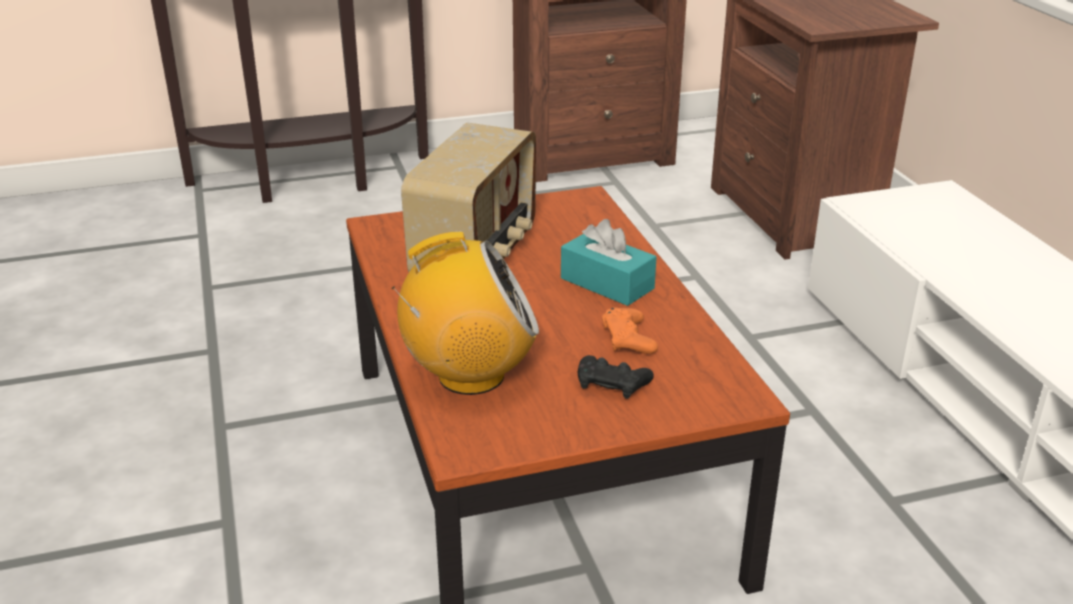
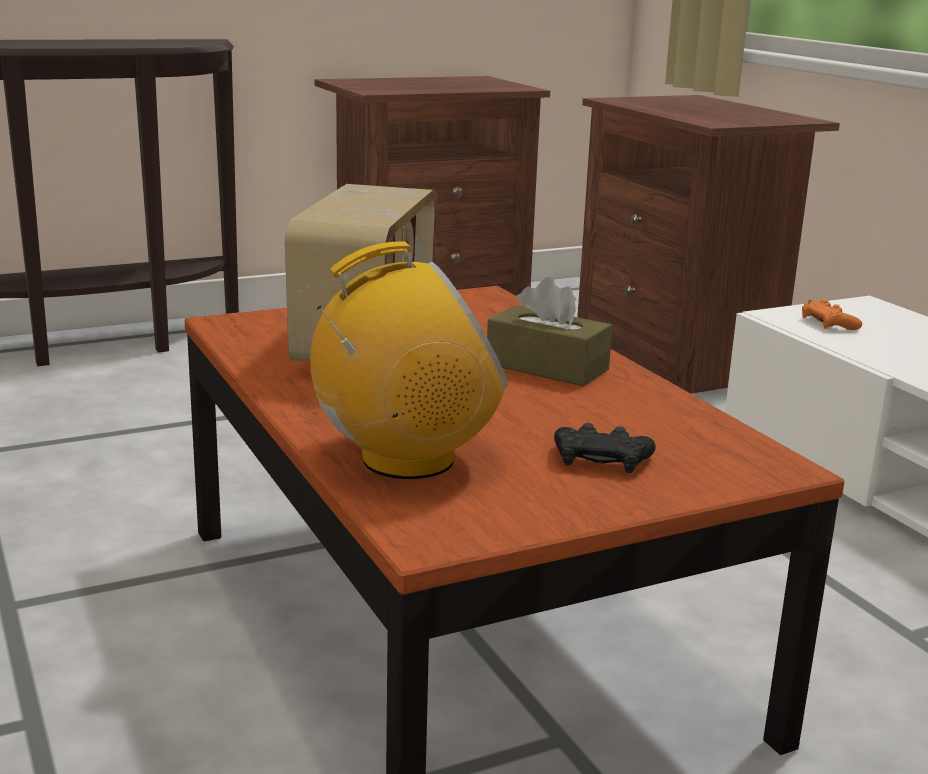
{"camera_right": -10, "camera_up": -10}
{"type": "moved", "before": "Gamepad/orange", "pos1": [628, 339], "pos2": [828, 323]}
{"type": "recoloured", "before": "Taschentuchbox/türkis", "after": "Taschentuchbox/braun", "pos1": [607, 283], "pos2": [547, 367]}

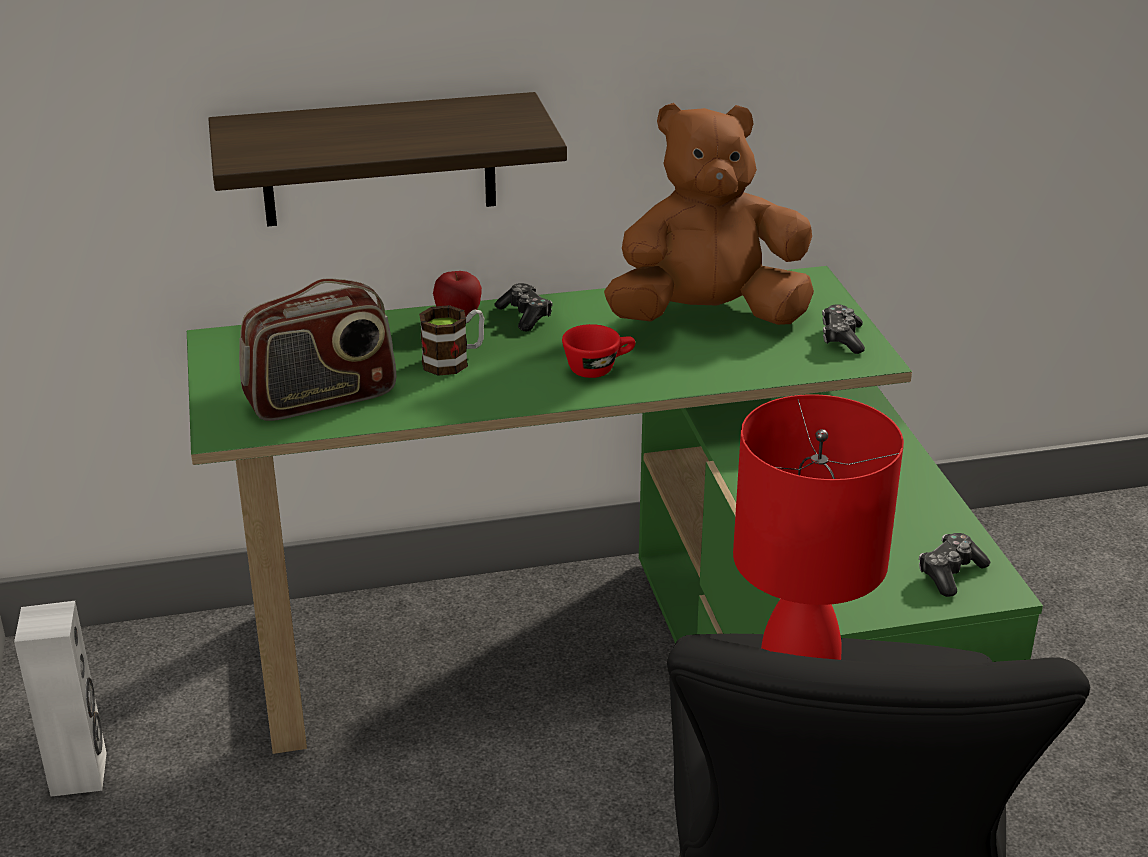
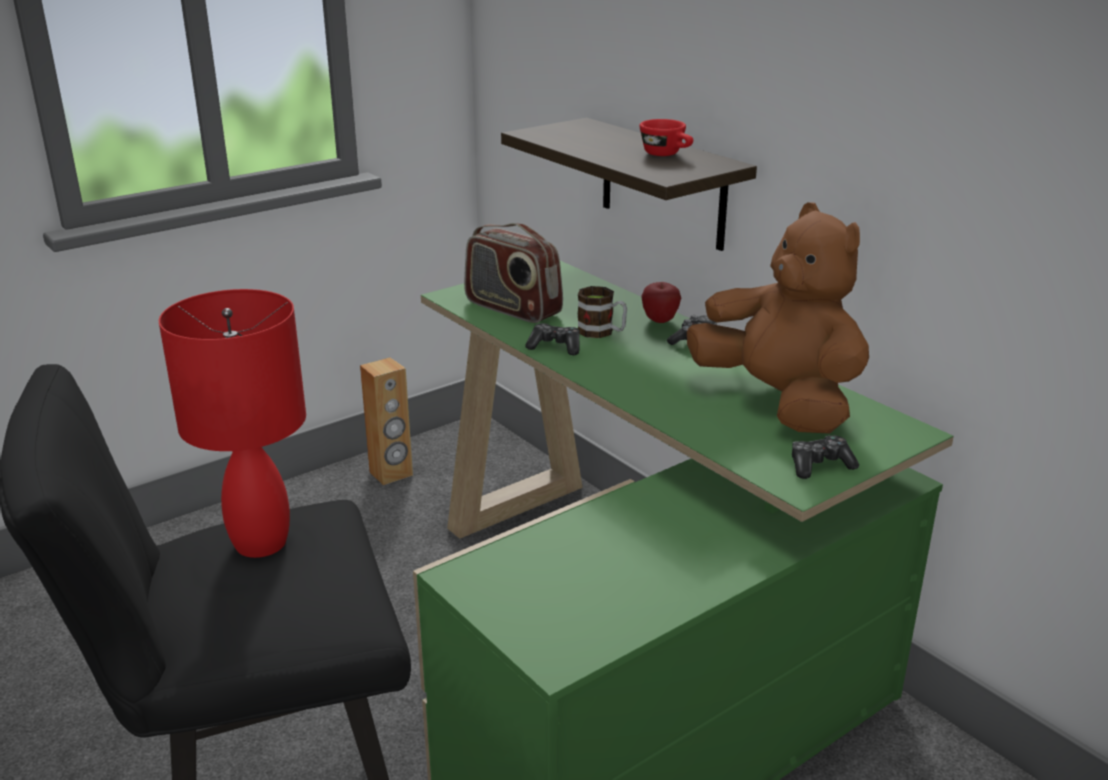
{"camera_right": 65, "camera_up": -5}
{"type": "moved", "before": "Tasse/rot", "pos1": [598, 368], "pos2": [667, 154]}
{"type": "moved", "before": "Gamepad", "pos1": [950, 573], "pos2": [555, 347]}
{"type": "recoloured", "before": "Lautsprecher/weiß", "after": "Lautsprecher/braun", "pos1": [80, 774], "pos2": [391, 474]}

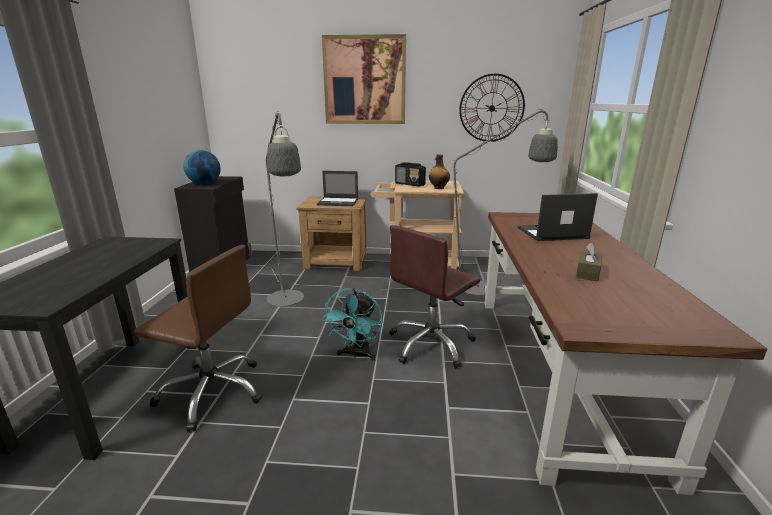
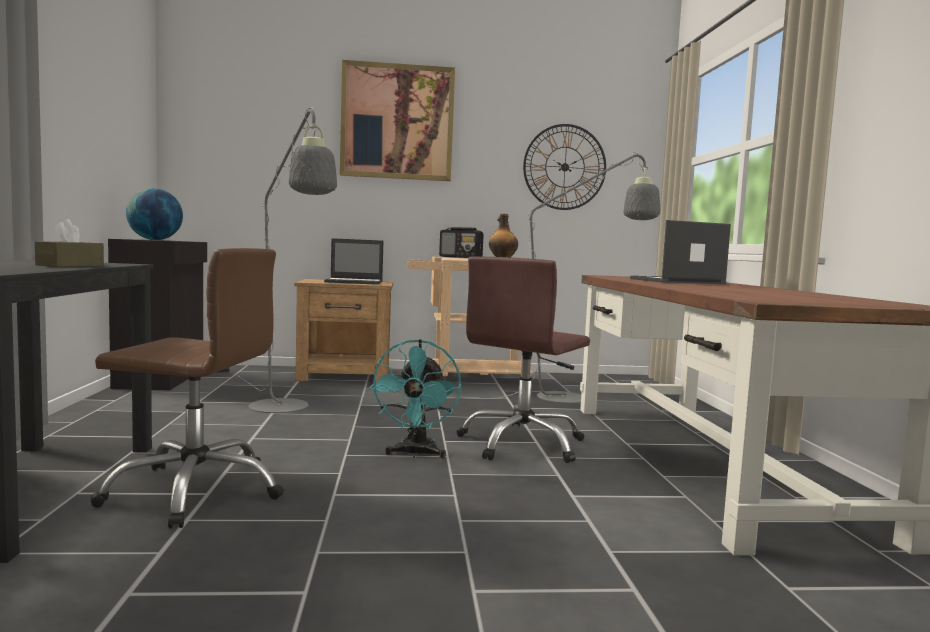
{"camera_right": -10, "camera_up": -15}
{"type": "moved", "before": "Taschentuchbox/braun", "pos1": [587, 273], "pos2": [70, 265]}

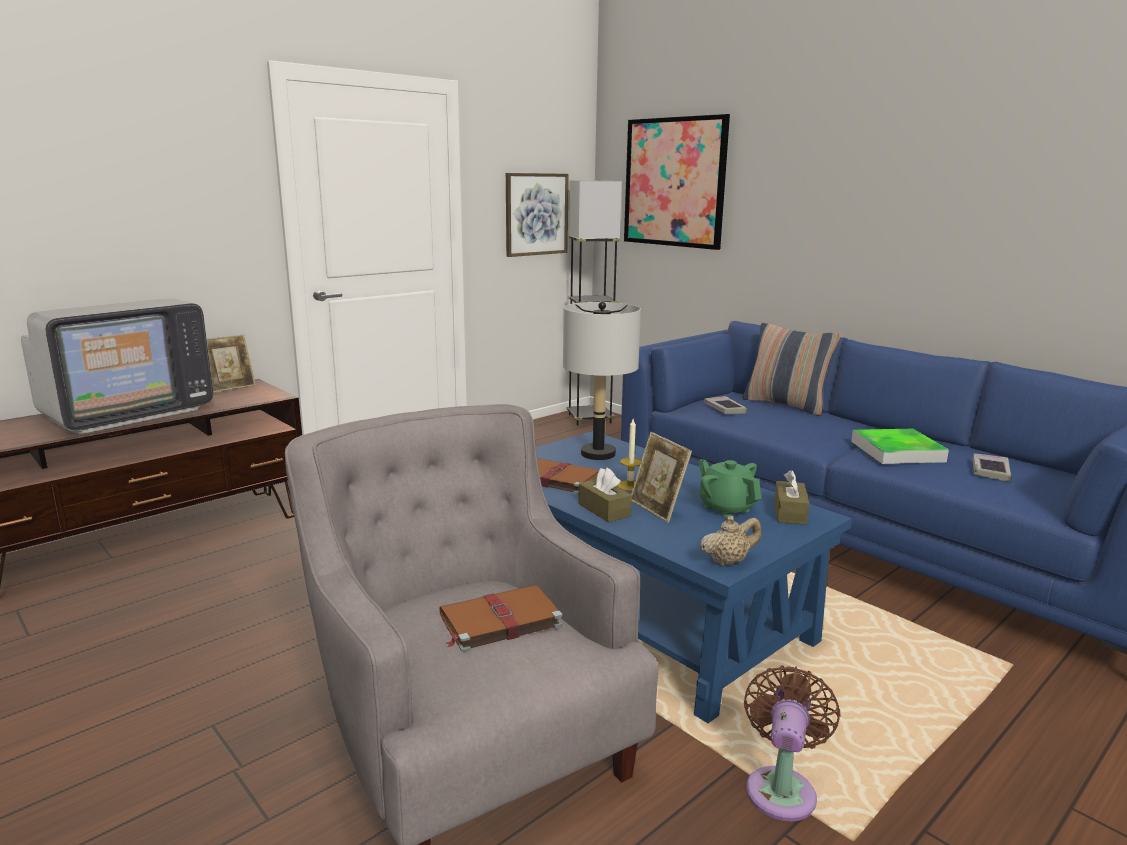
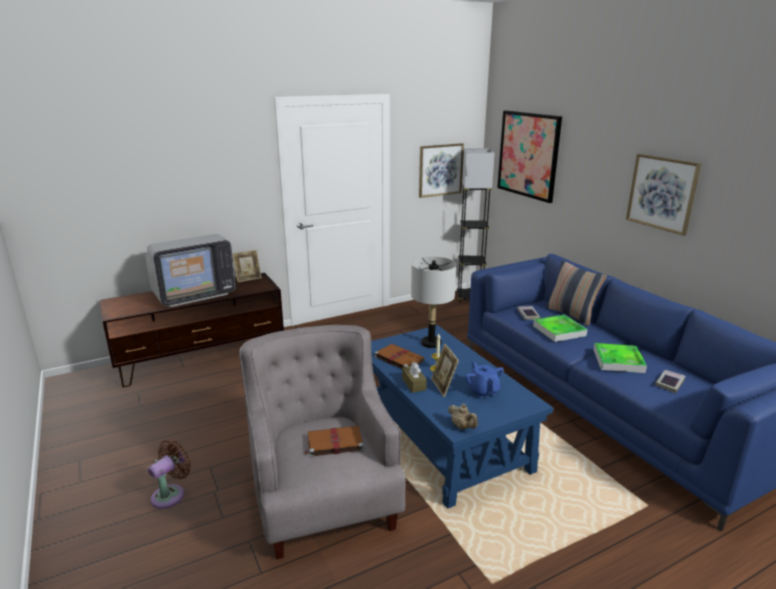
{"camera_right": 15, "camera_up": 5}
{"type": "removed", "before": "Taschentuchbox/braun", "pos1": [789, 512]}
{"type": "added", "after": "Tablett", "pos2": [559, 331]}
{"type": "added", "after": "Bild", "pos2": [662, 193]}
{"type": "moved", "before": "Ventilator/braun", "pos1": [781, 788], "pos2": [171, 494]}
{"type": "recoloured", "before": "Teekanne/grün", "after": "Teekanne/blau", "pos1": [726, 508], "pos2": [483, 391]}
{"type": "turned", "before": "Teekanne/beige", "pos1": [728, 561], "pos2": [462, 427], "turn": 60}

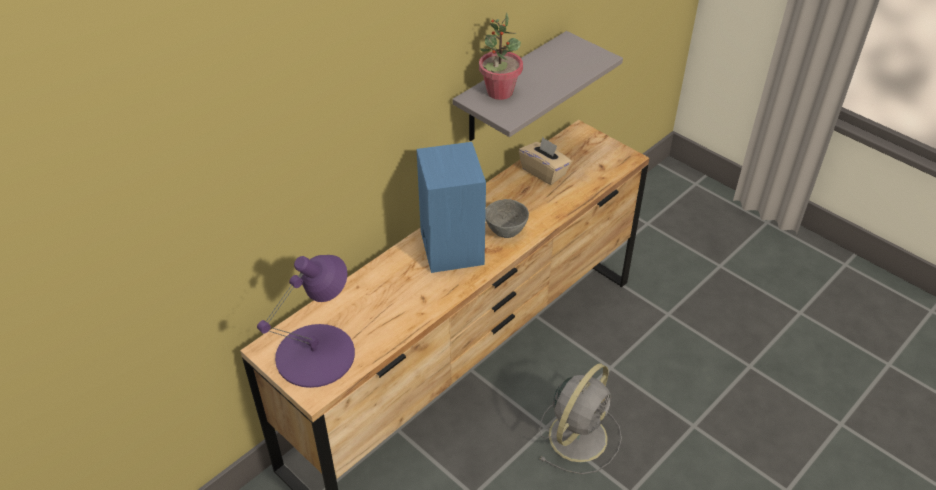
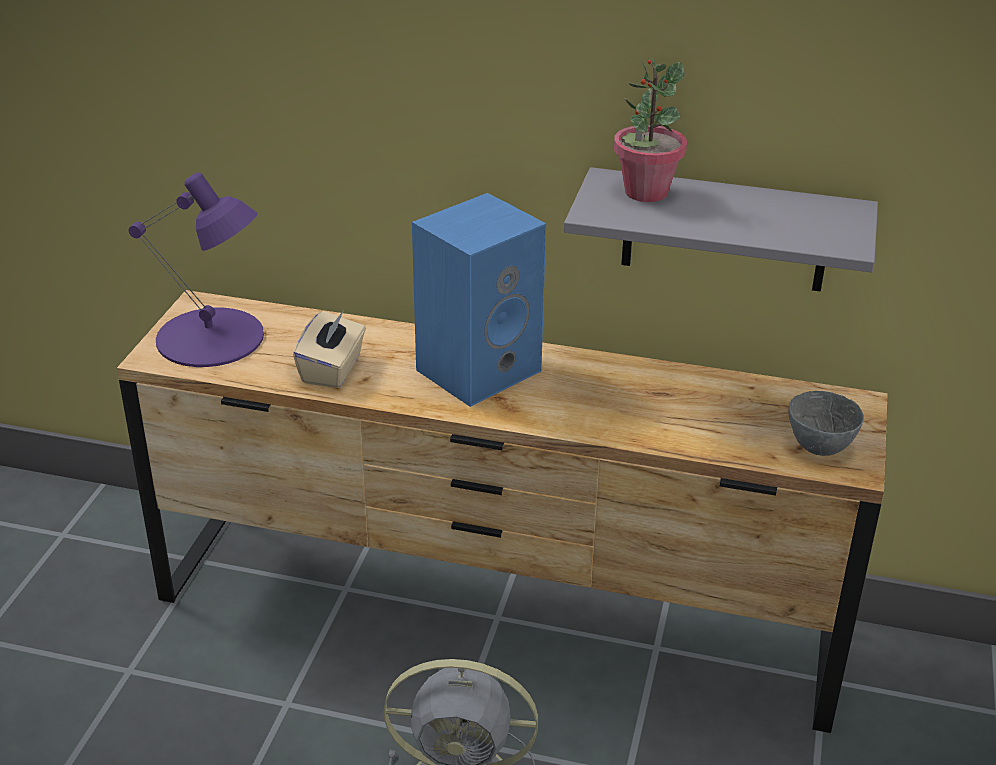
{"camera_right": 60, "camera_up": -10}
{"type": "moved", "before": "Schüssel/grau", "pos1": [506, 232], "pos2": [818, 447]}
{"type": "moved", "before": "Taschentuchbox/beige", "pos1": [544, 172], "pos2": [332, 369]}

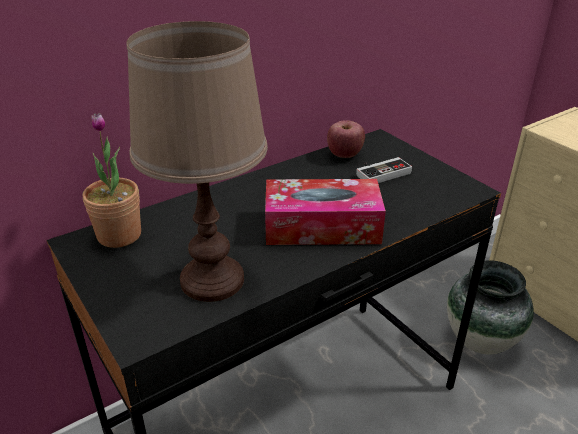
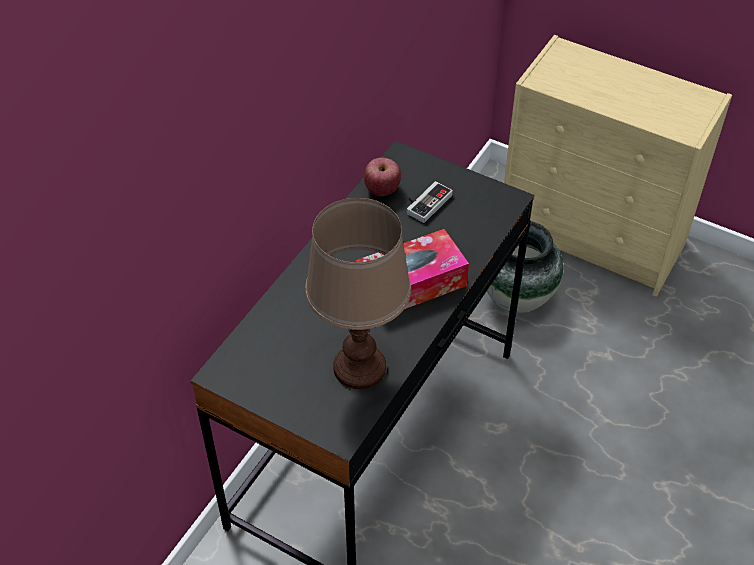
{"camera_right": -25, "camera_up": 15}
{"type": "removed", "before": "Topfpflanze", "pos1": [119, 235]}

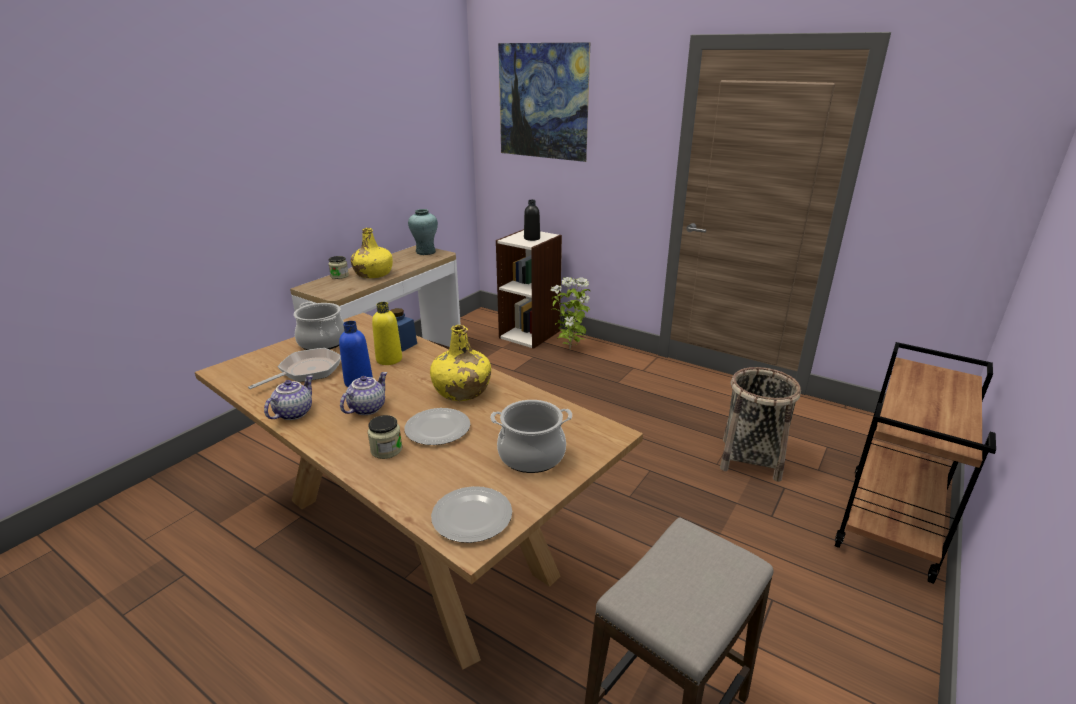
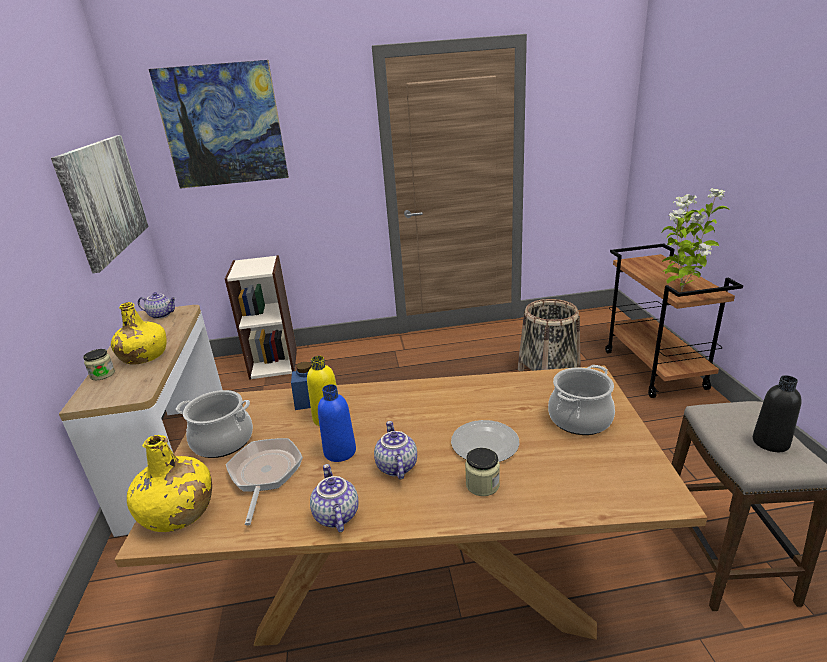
{"camera_right": -40, "camera_up": 0}
{"type": "removed", "before": "Teller", "pos1": [473, 516]}
{"type": "added", "after": "Bild", "pos2": [104, 198]}
{"type": "moved", "before": "Flasche/gelb", "pos1": [461, 391], "pos2": [177, 512]}
{"type": "moved", "before": "Flasche/schwarz", "pos1": [532, 238], "pos2": [770, 442]}
{"type": "moved", "before": "Topfpflanze", "pos1": [570, 349], "pos2": [680, 290]}
{"type": "replaced", "before": "Vase/türkis", "after": "Teekanne", "pos1": [425, 252], "pos2": [162, 315]}

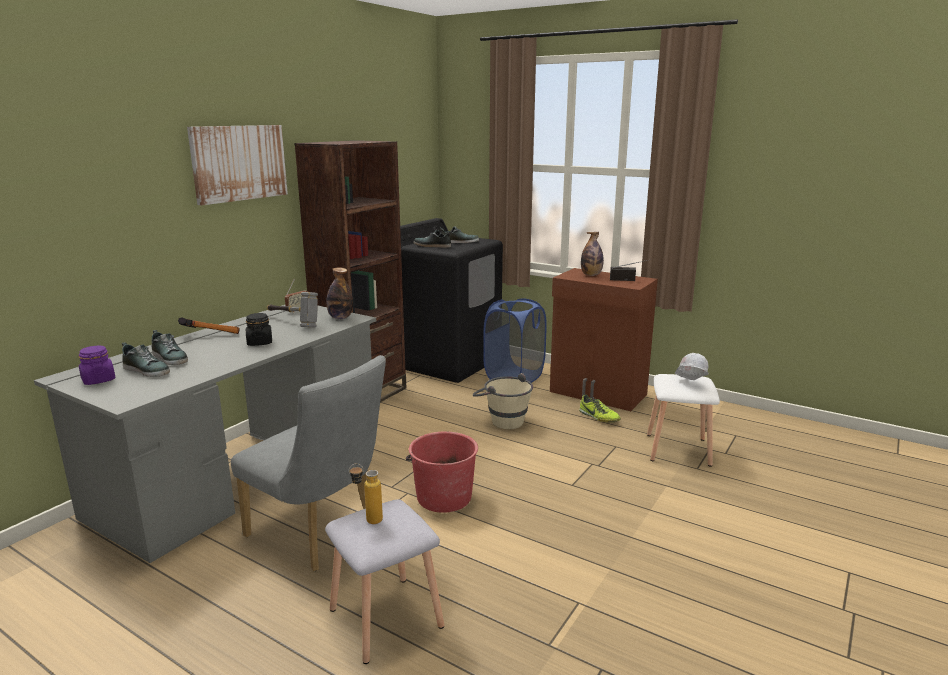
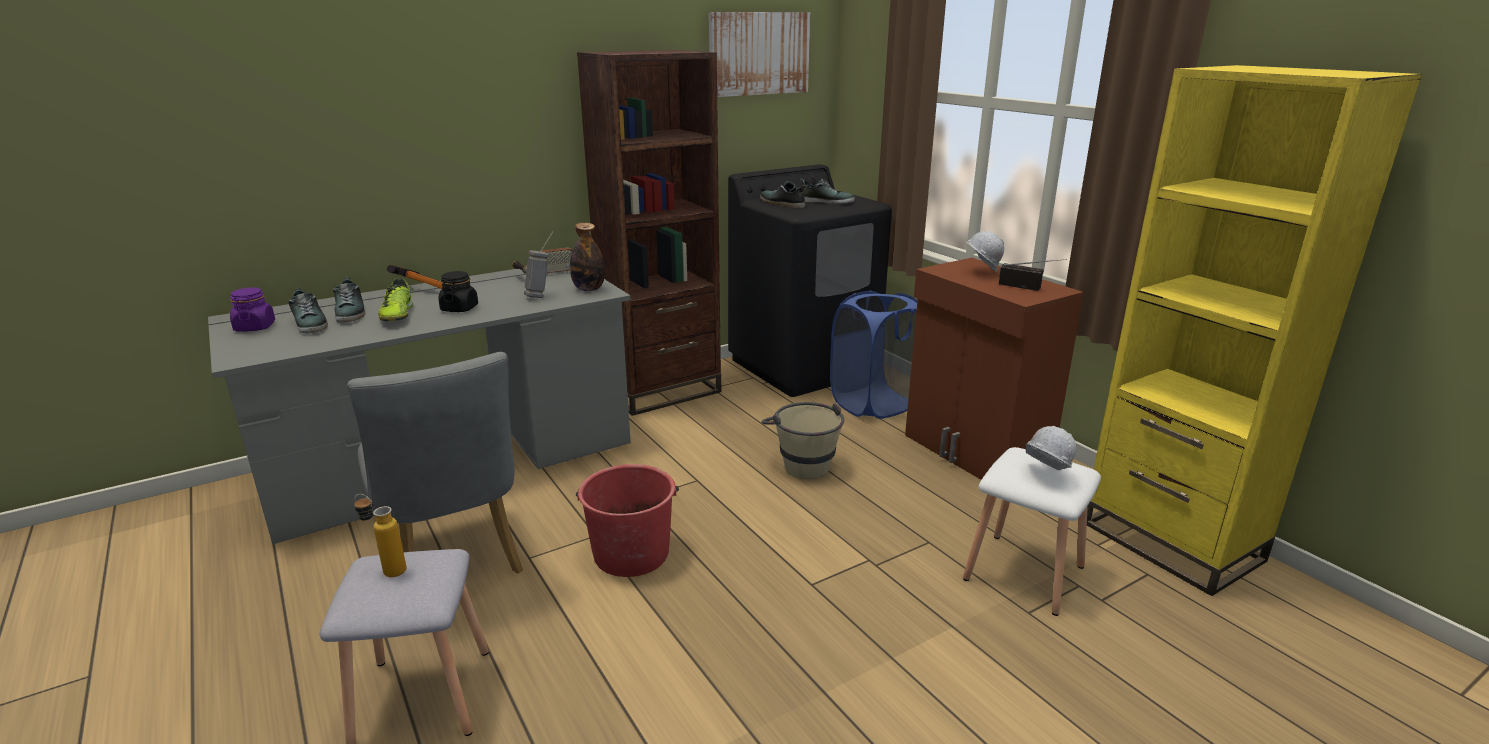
{"camera_right": 25, "camera_up": 5}
{"type": "added", "after": "Bücherregal/gelb", "pos2": [1170, 541]}
{"type": "moved", "before": "Bild", "pos1": [239, 163], "pos2": [759, 53]}
{"type": "moved", "before": "Schuh", "pos1": [598, 417], "pos2": [397, 315]}
{"type": "replaced", "before": "Flasche", "after": "Schutzhelm/weiß", "pos1": [591, 275], "pos2": [980, 272]}

